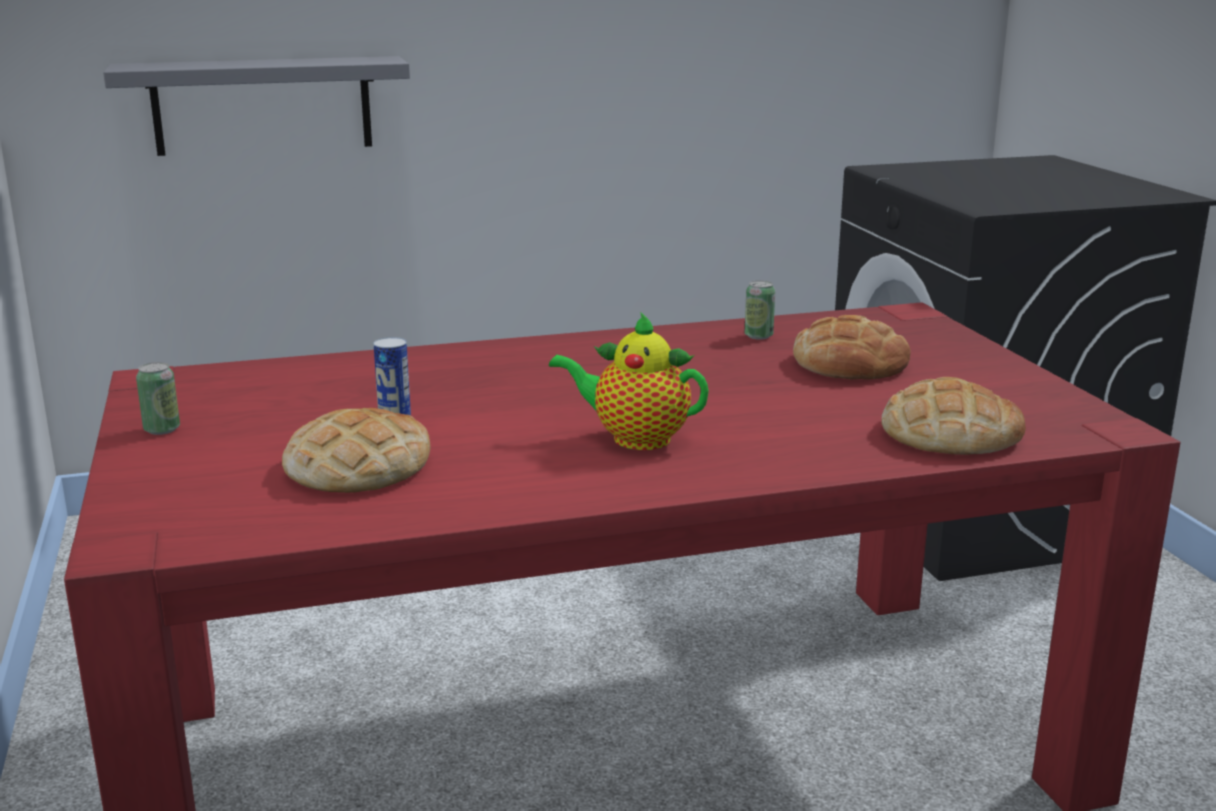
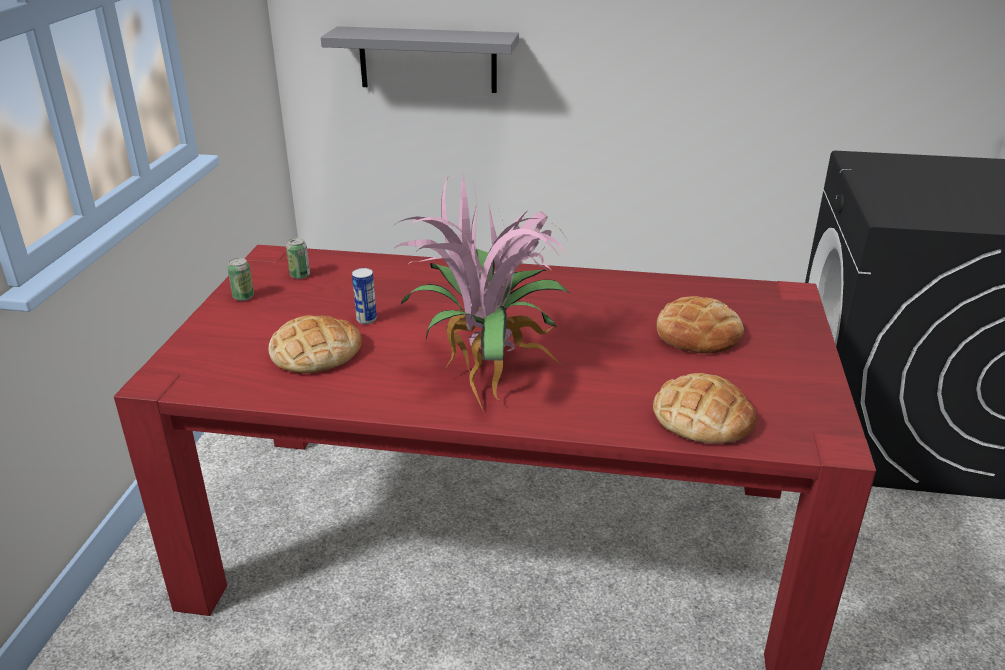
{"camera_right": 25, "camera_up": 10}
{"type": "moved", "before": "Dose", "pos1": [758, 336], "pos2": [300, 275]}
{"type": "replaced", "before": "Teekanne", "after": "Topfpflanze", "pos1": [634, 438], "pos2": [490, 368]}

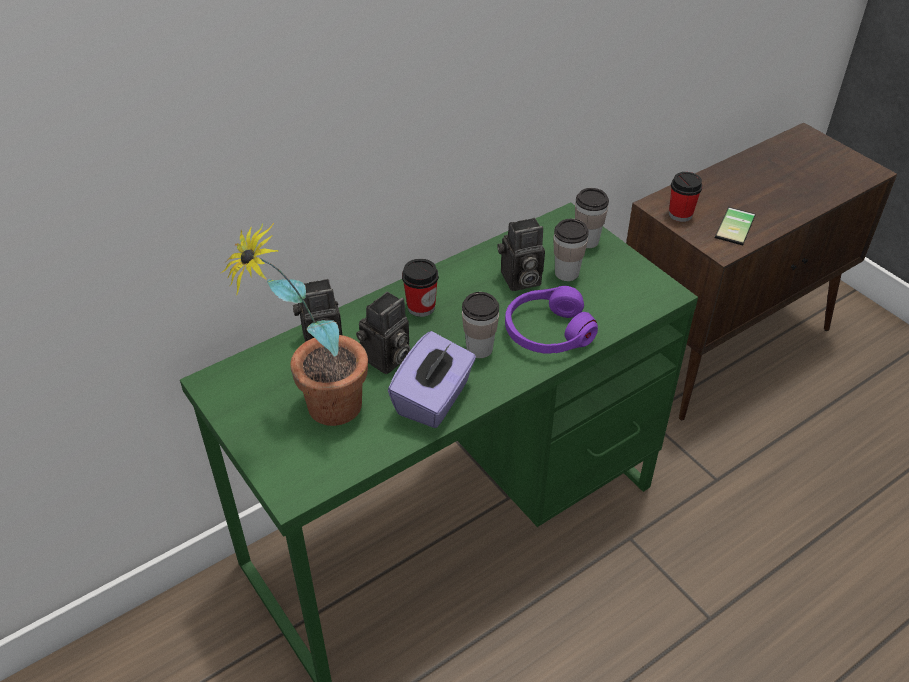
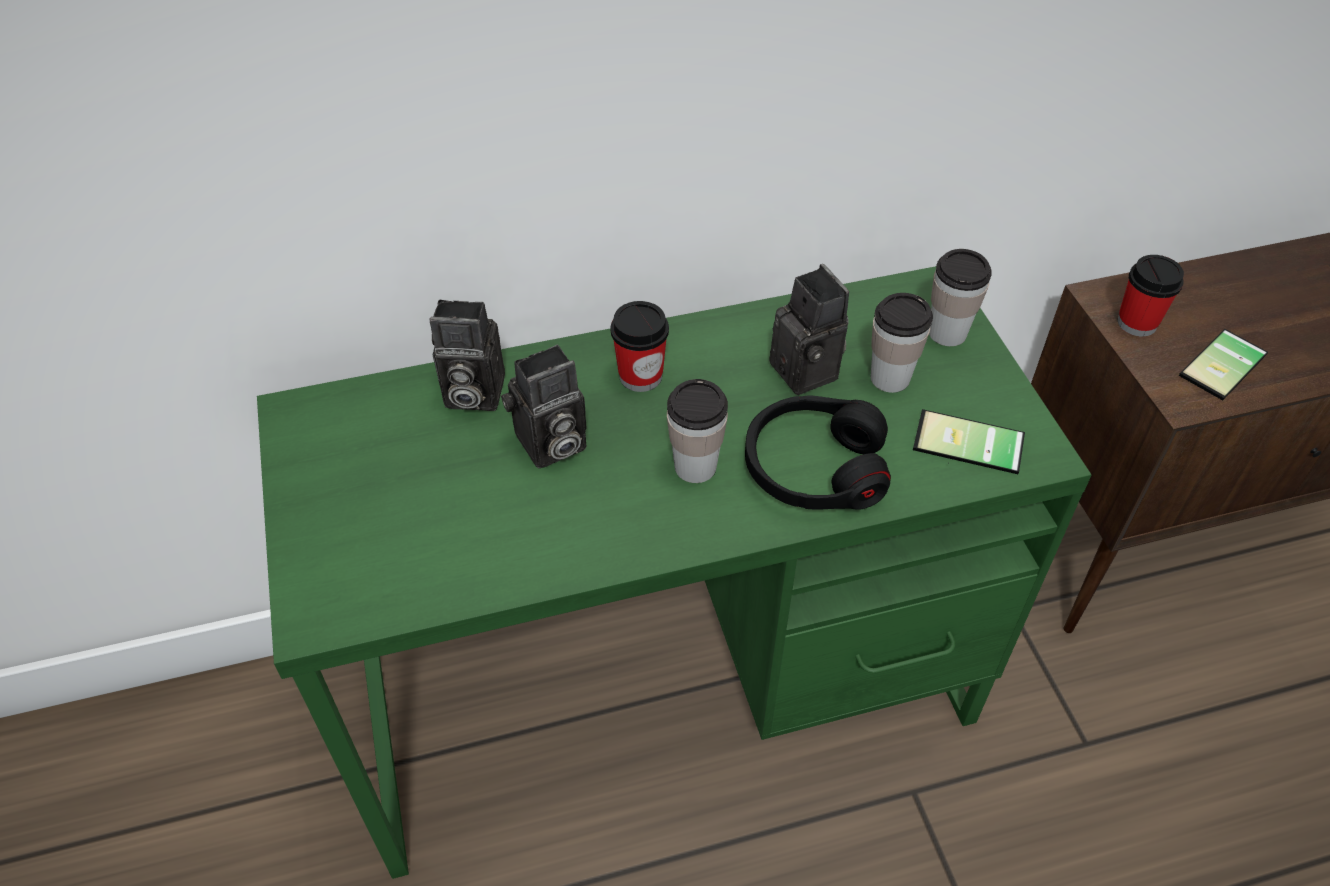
{"camera_right": 20, "camera_up": 5}
{"type": "removed", "before": "Topfpflanze", "pos1": [317, 410]}
{"type": "removed", "before": "Taschentuchbox/lila", "pos1": [434, 399]}
{"type": "added", "after": "Handy", "pos2": [967, 446]}
{"type": "recoloured", "before": "Kopfhörer/lila", "after": "Kopfhörer/schwarz", "pos1": [547, 331], "pos2": [814, 467]}
{"type": "turned", "before": "Kamera", "pos1": [519, 280], "pos2": [810, 371], "turn": -120}

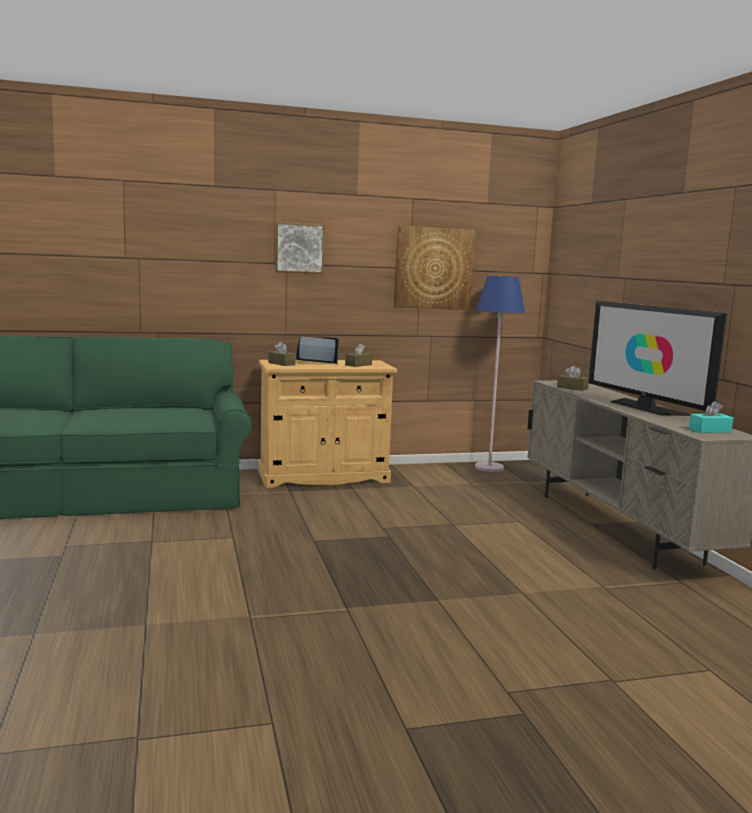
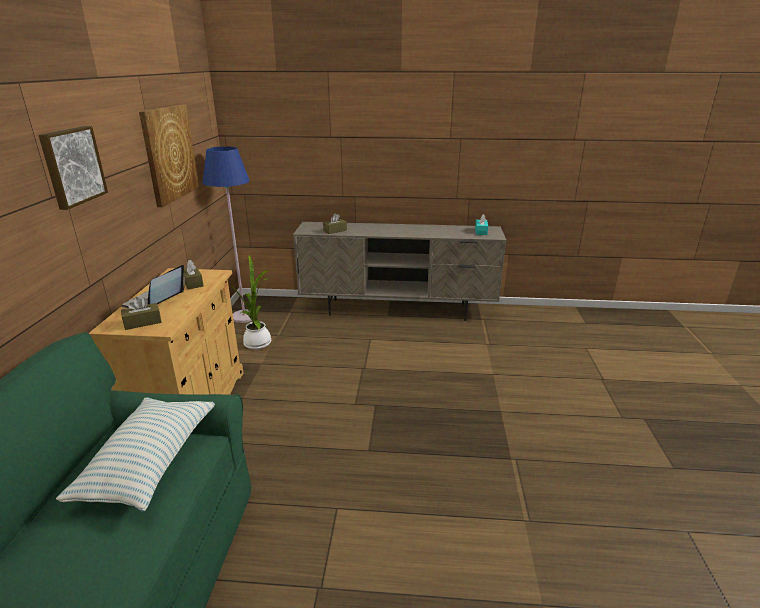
{"camera_right": -70, "camera_up": 15}
{"type": "removed", "before": "Fernseher", "pos1": [645, 407]}
{"type": "added", "after": "Kissen", "pos2": [149, 463]}
{"type": "added", "after": "Topfpflanze", "pos2": [258, 342]}

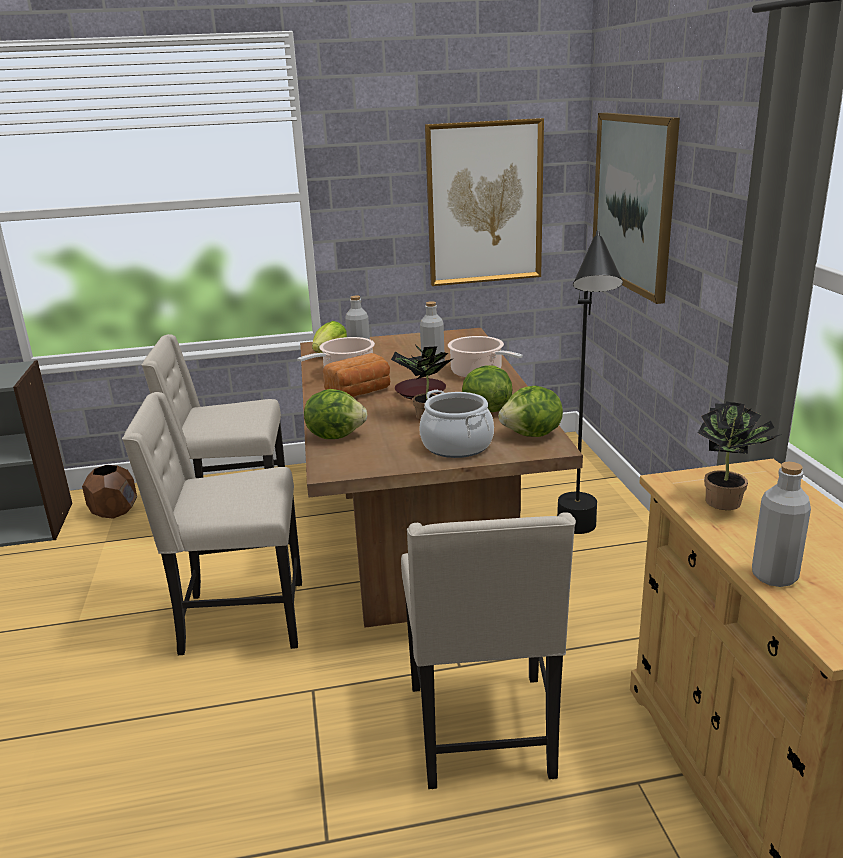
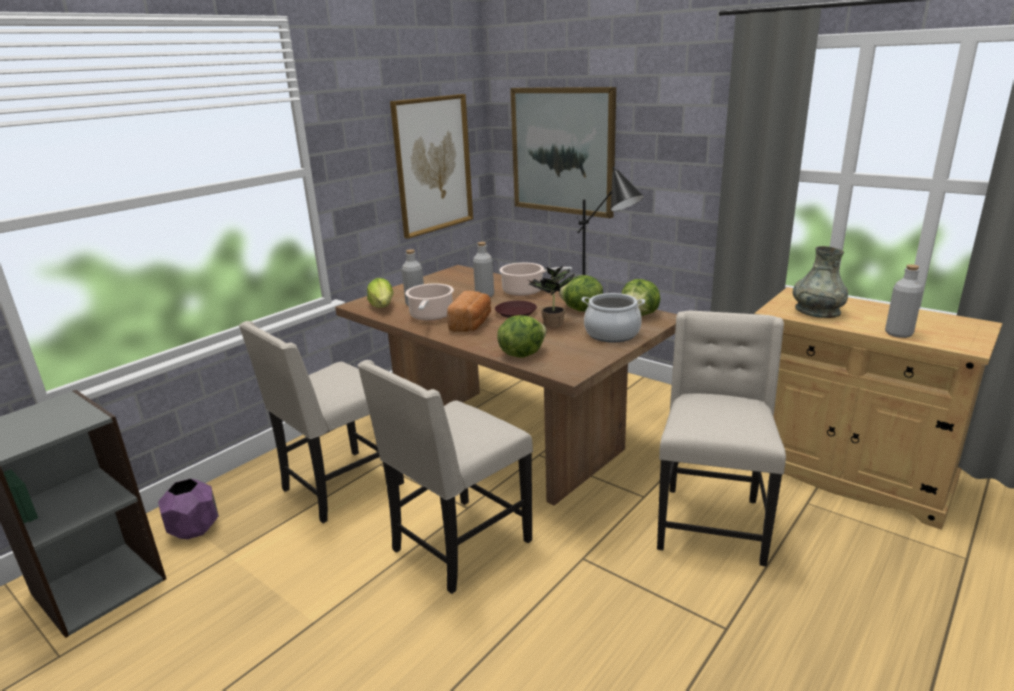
{"camera_right": -40, "camera_up": 0}
{"type": "replaced", "before": "Topfpflanze", "after": "Vase/grau", "pos1": [728, 503], "pos2": [817, 311]}
{"type": "recoloured", "before": "Pflanzkübel/braun", "after": "Pflanzkübel/lila", "pos1": [115, 512], "pos2": [195, 529]}
{"type": "turned", "before": "Stuhl/beige", "pos1": [484, 733], "pos2": [710, 523], "turn": -120}

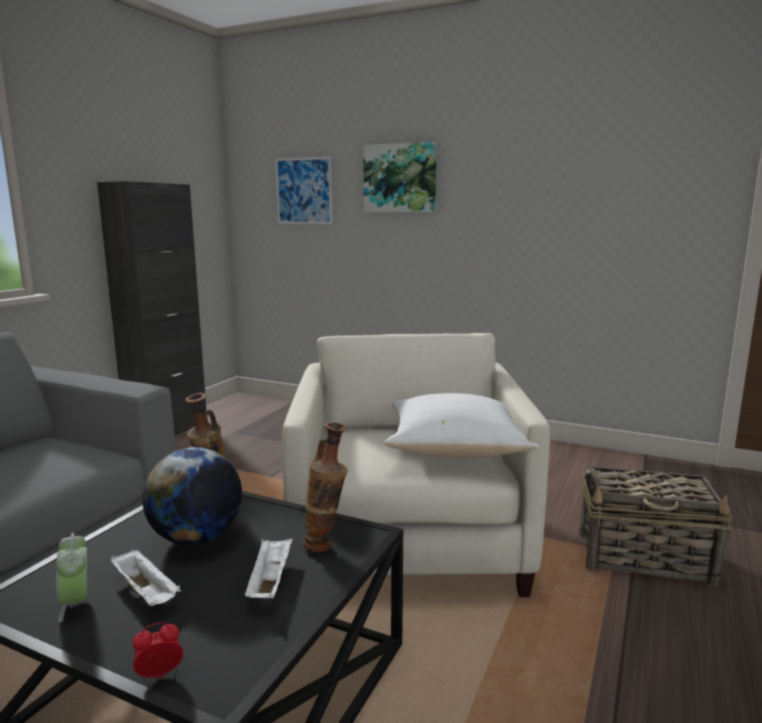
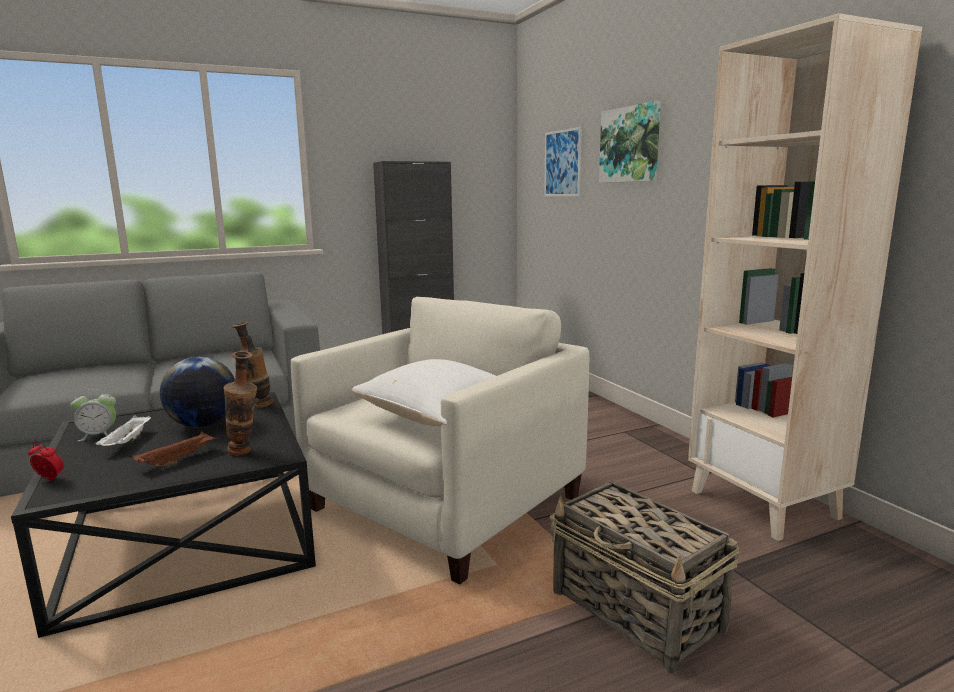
{"camera_right": 40, "camera_up": 0}
{"type": "added", "after": "Bücherregal/beige", "pos2": [765, 504]}
{"type": "recoloured", "before": "Tablett/weiß", "after": "Tablett/braun", "pos1": [270, 581], "pos2": [178, 459]}
{"type": "turned", "before": "Wecker", "pos1": [76, 603], "pos2": [98, 436], "turn": -120}

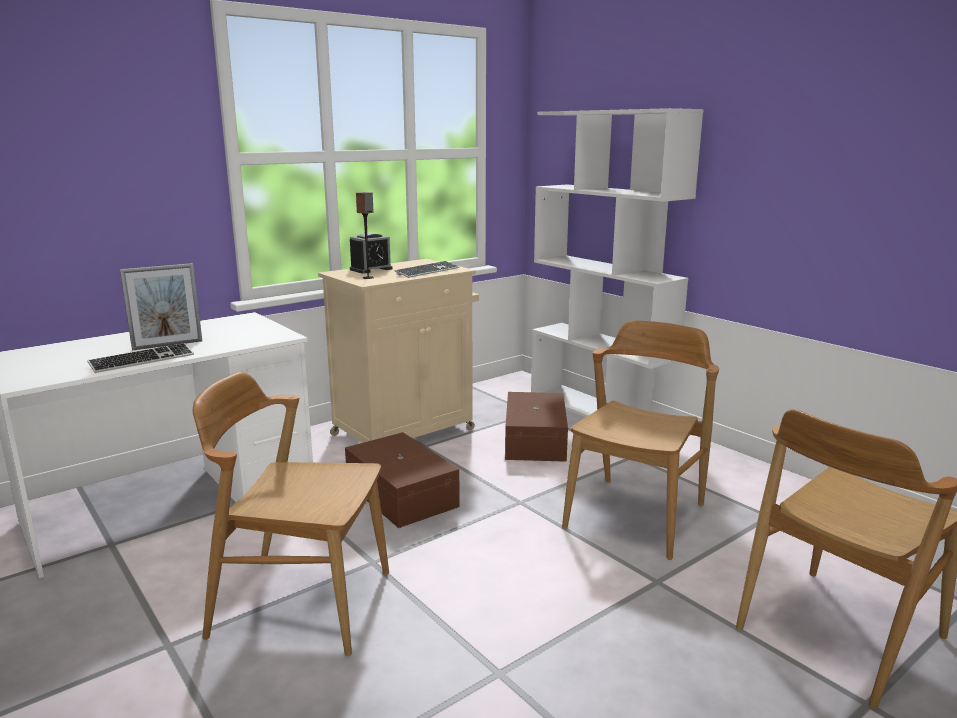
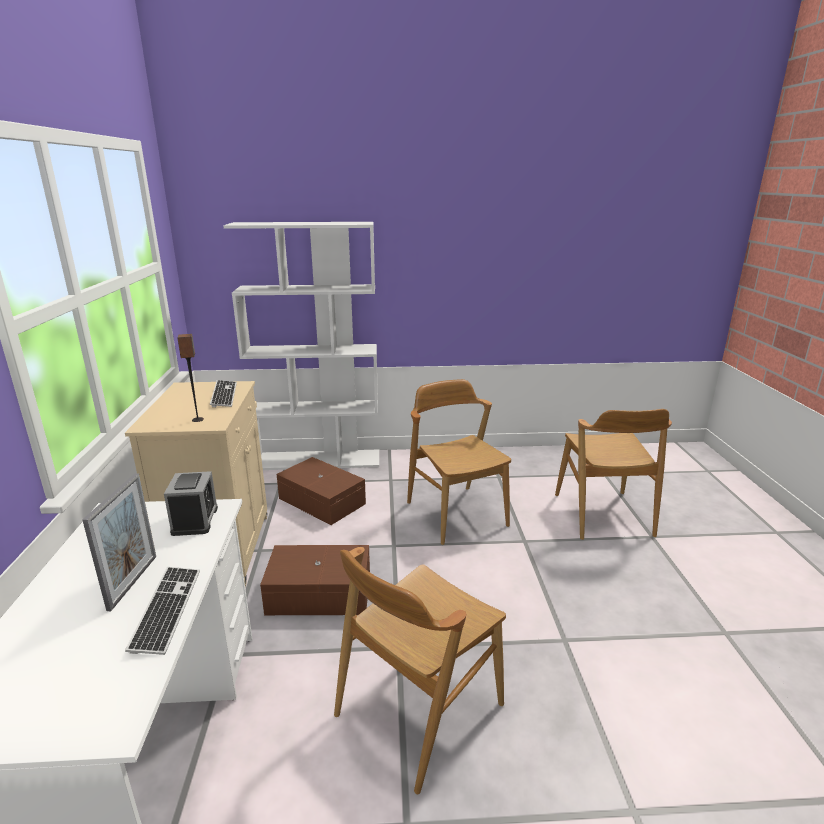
{"camera_right": -55, "camera_up": 5}
{"type": "moved", "before": "Wecker", "pos1": [371, 269], "pos2": [195, 520]}

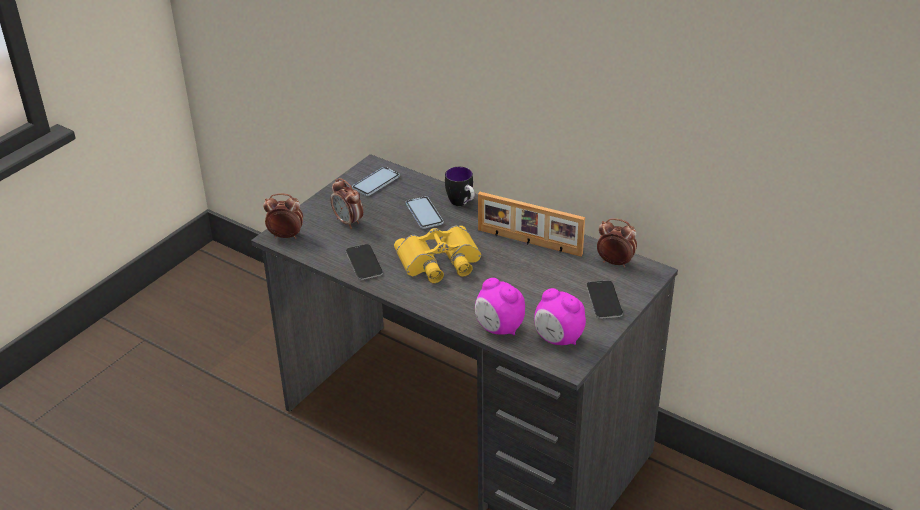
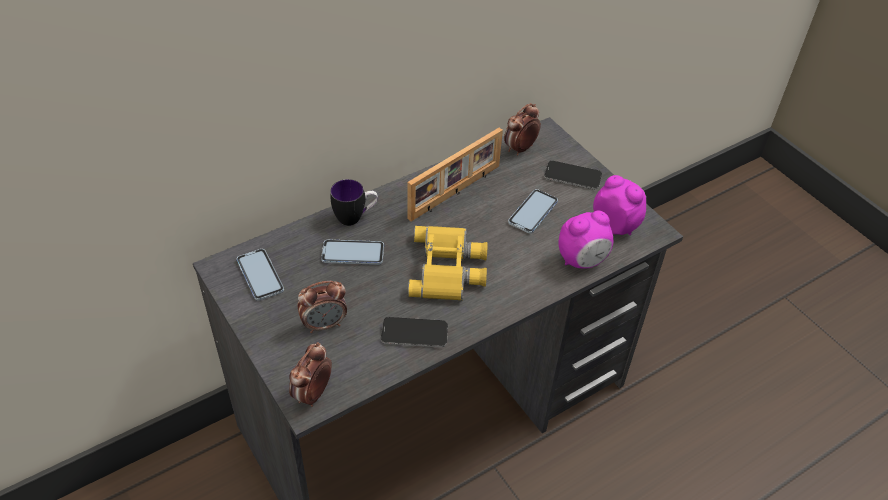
{"camera_right": -70, "camera_up": 10}
{"type": "added", "after": "Handy", "pos2": [533, 212]}
{"type": "turned", "before": "Wecker", "pos1": [558, 339], "pos2": [615, 225], "turn": -105}

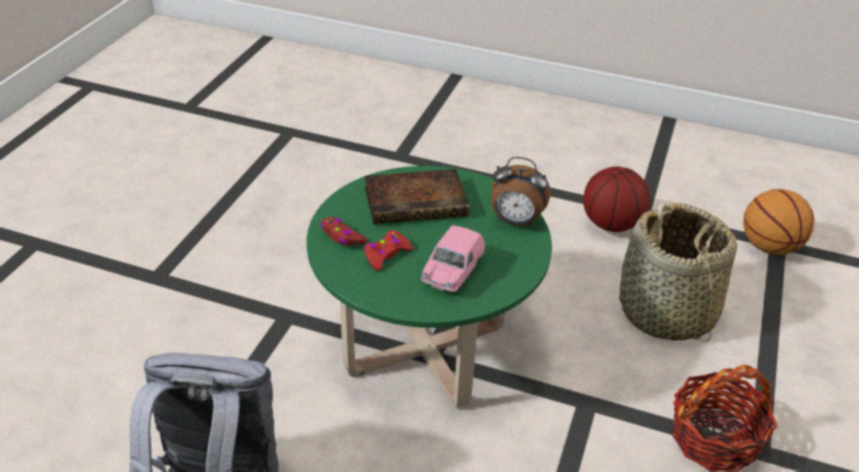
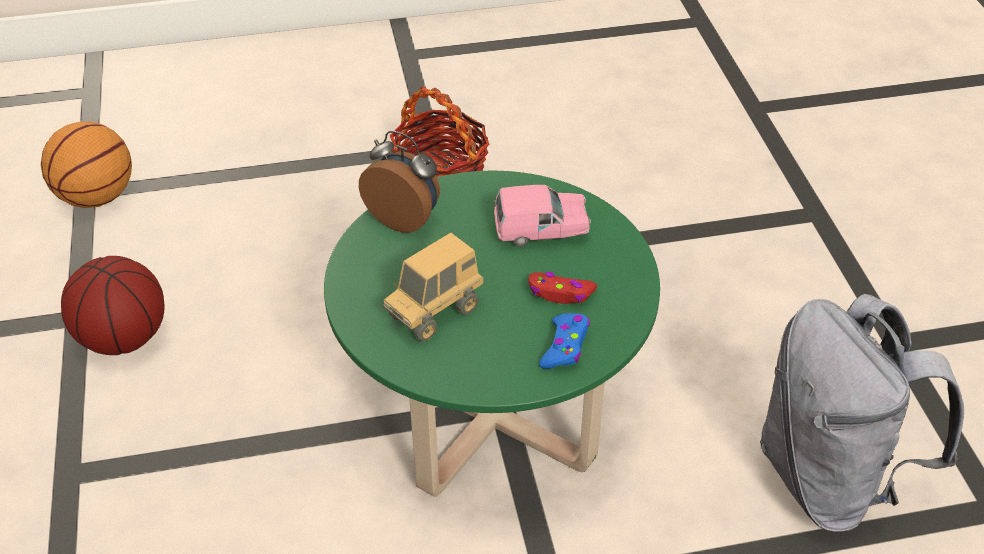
{"camera_right": -120, "camera_up": 5}
{"type": "removed", "before": "Korb", "pos1": [666, 312]}
{"type": "replaced", "before": "Buch", "after": "Spielzeuglaster", "pos1": [418, 201], "pos2": [435, 313]}
{"type": "recoloured", "before": "Gamepad/rot", "after": "Gamepad/blau", "pos1": [342, 237], "pos2": [565, 346]}
{"type": "turned", "before": "Wecker", "pos1": [515, 221], "pos2": [405, 218], "turn": -45}

